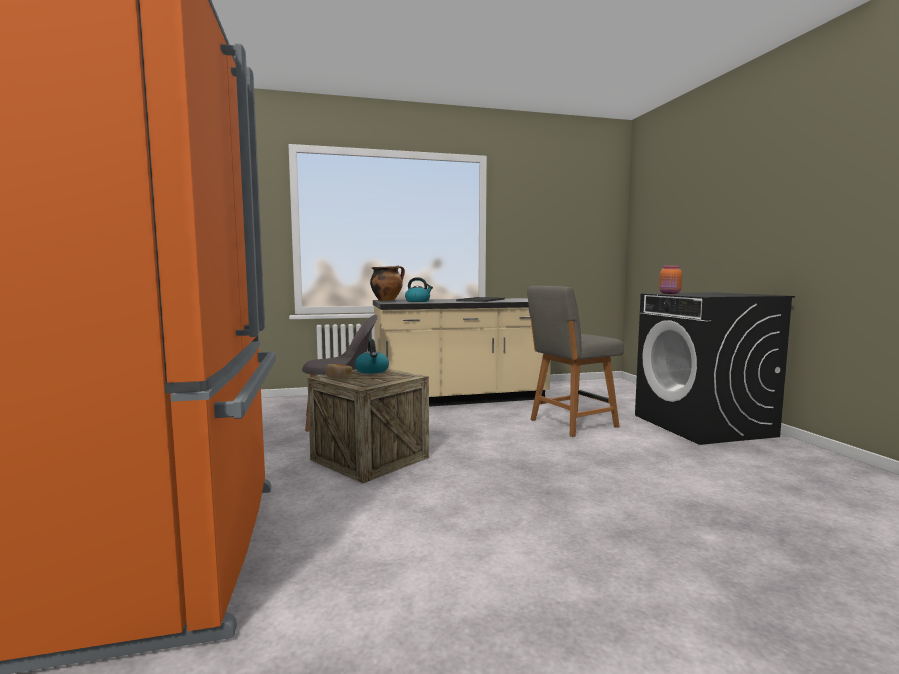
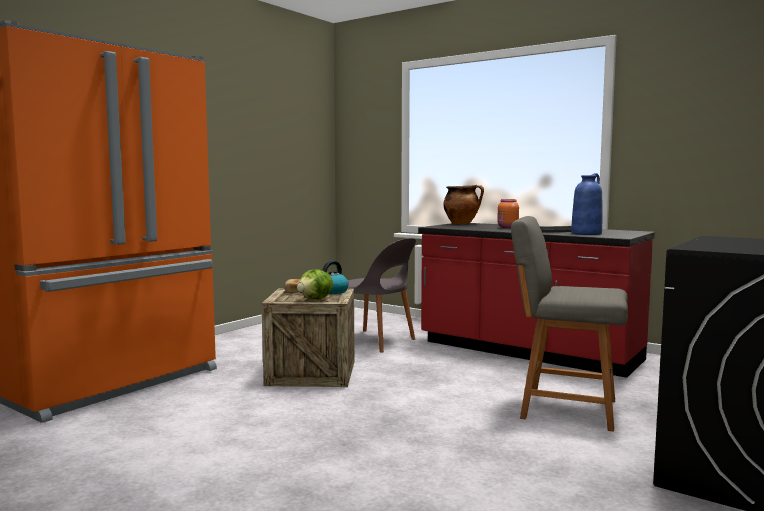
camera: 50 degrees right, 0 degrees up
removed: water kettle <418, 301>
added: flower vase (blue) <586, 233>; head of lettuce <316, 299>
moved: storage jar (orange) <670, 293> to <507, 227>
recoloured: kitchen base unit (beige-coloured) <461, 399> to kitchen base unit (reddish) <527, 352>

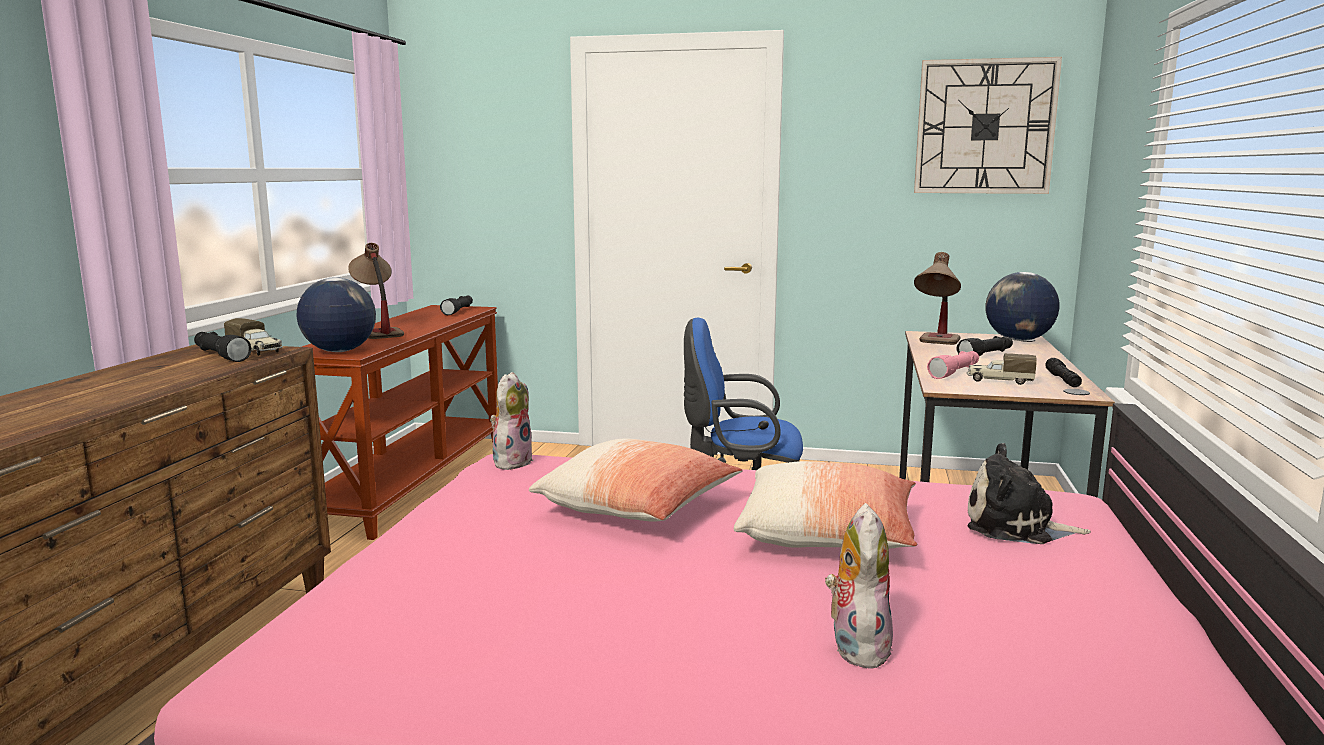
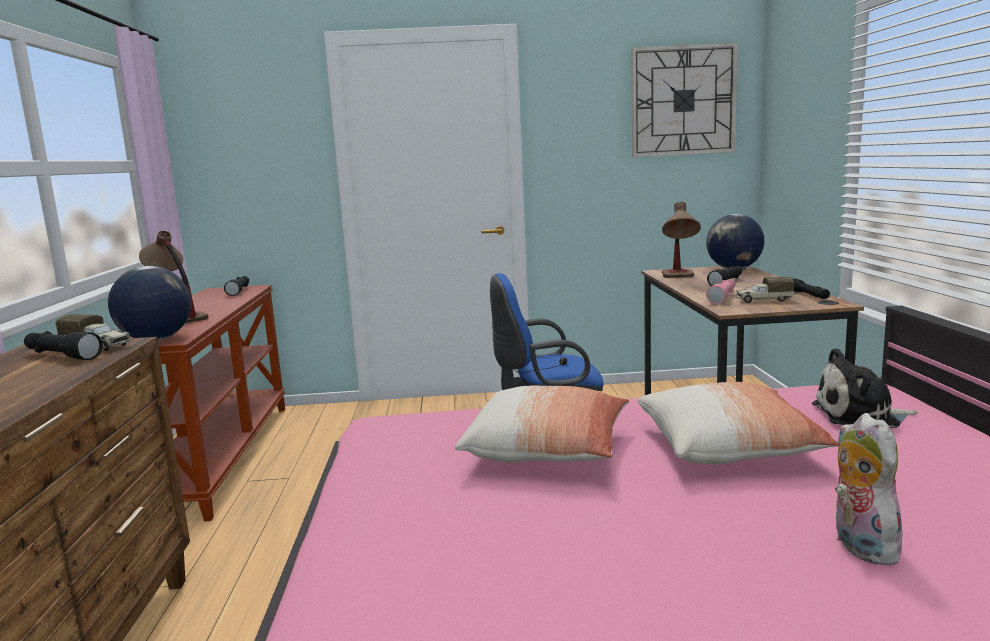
camera: 15 degrees left, 0 degrees up
removed: plush toy <511, 462>

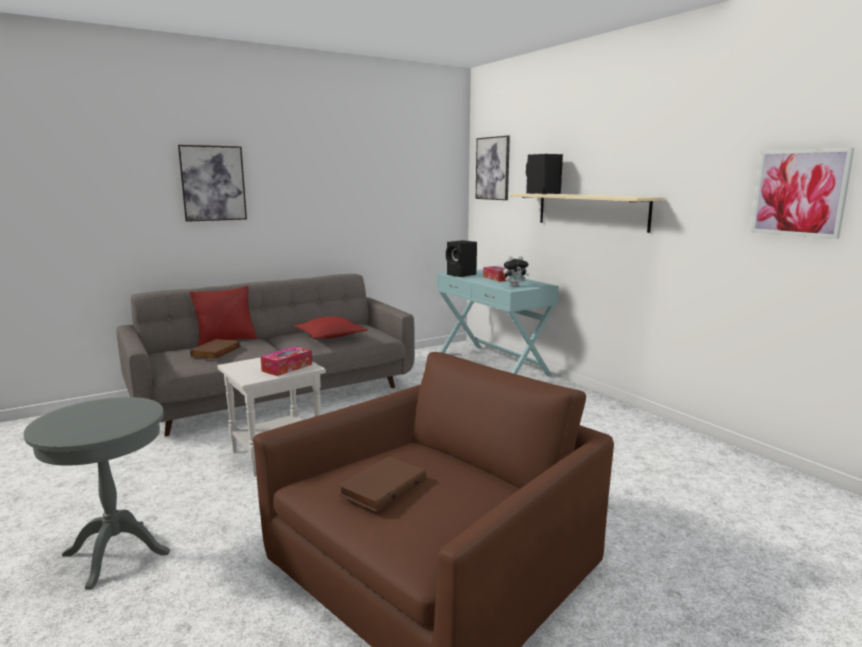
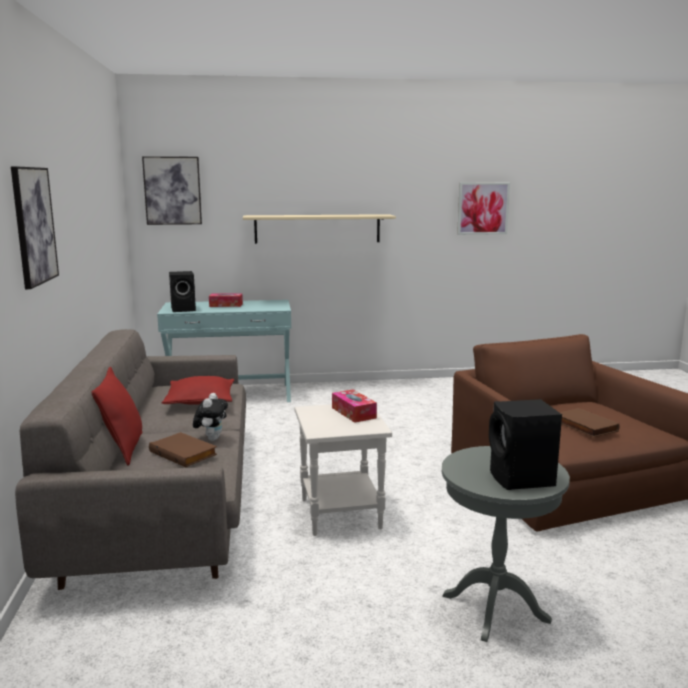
camera: 65 degrees left, 0 degrees up
moved: speaker (black) <542, 193> to <522, 479>; plush toy <514, 286> to <211, 438>

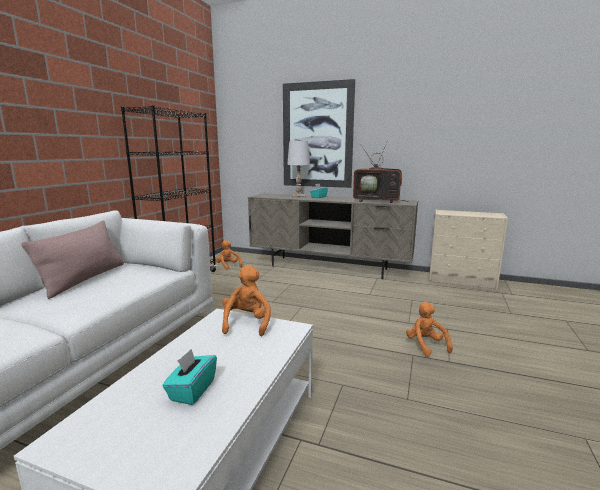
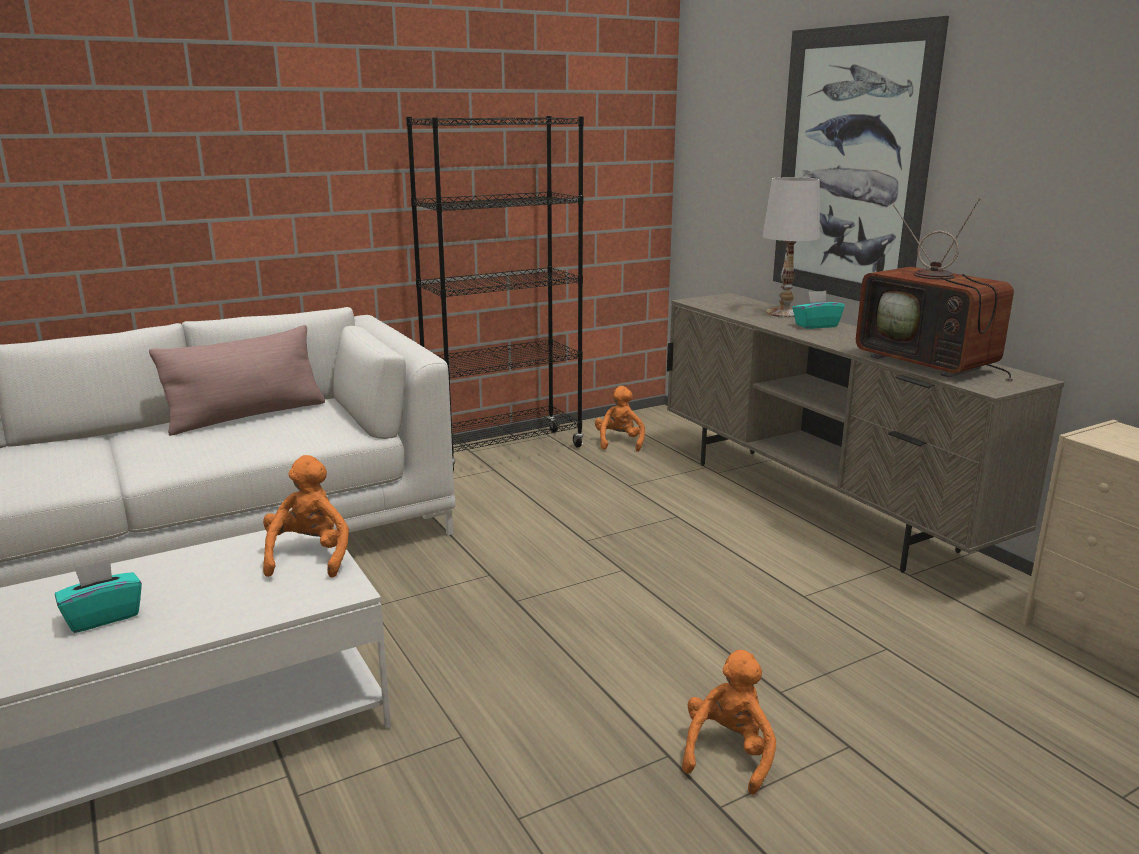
camera: 40 degrees right, 5 degrees up
turned: plush toy (orange) <247, 323> = <309, 556> 45 degrees counterclockwise

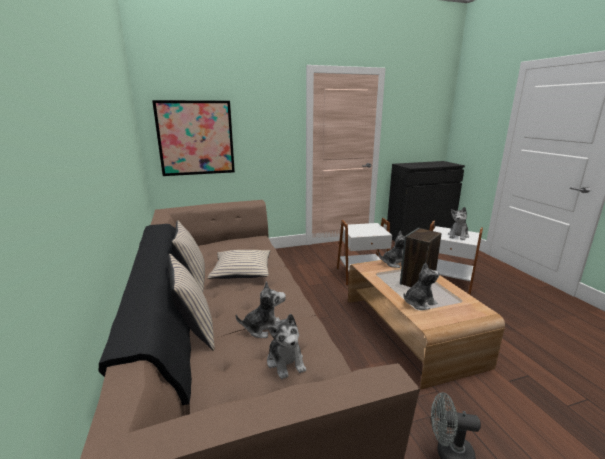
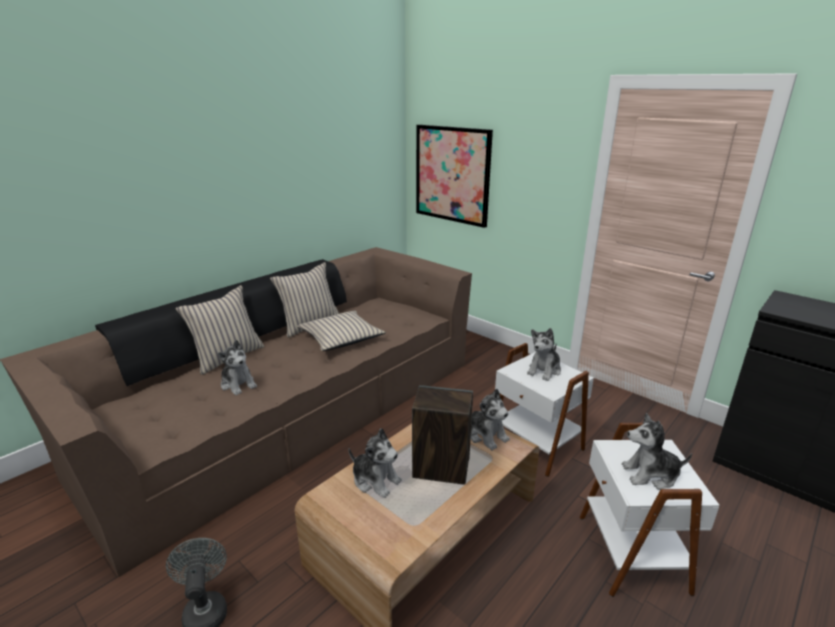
camera: 60 degrees right, 5 degrees up
moved: plush toy <286, 362> to <544, 370>

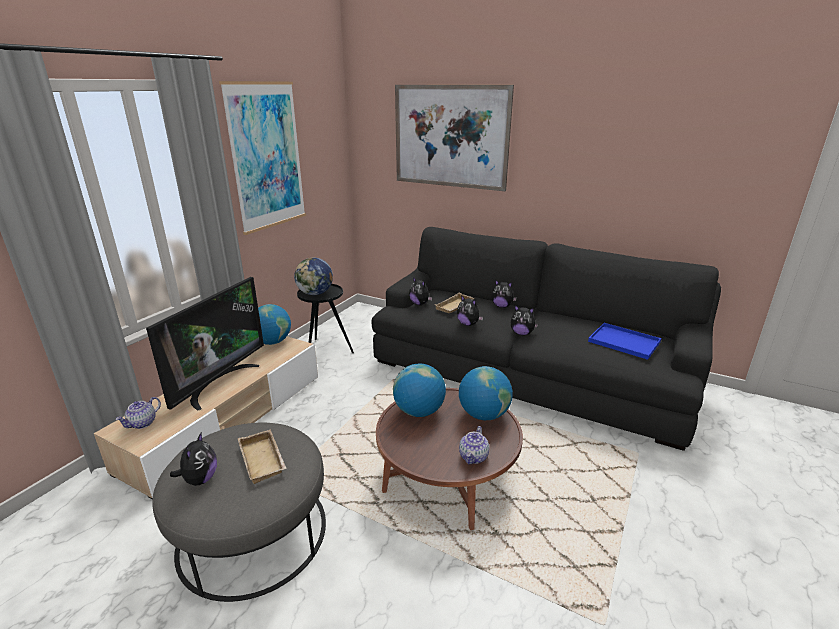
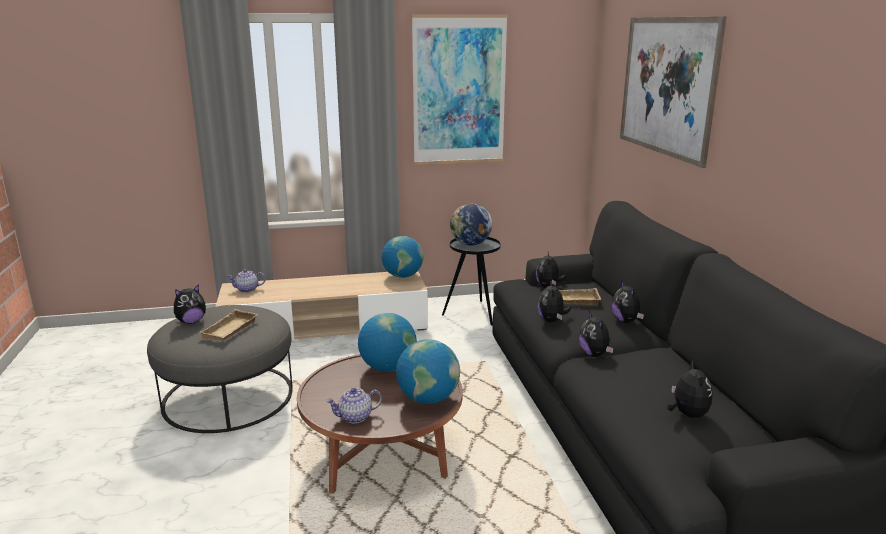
camera: 50 degrees right, 5 degrees down
removed: TV set <218, 383>
replaced: serving tray (blue) <622, 341> to plush toy <687, 414>

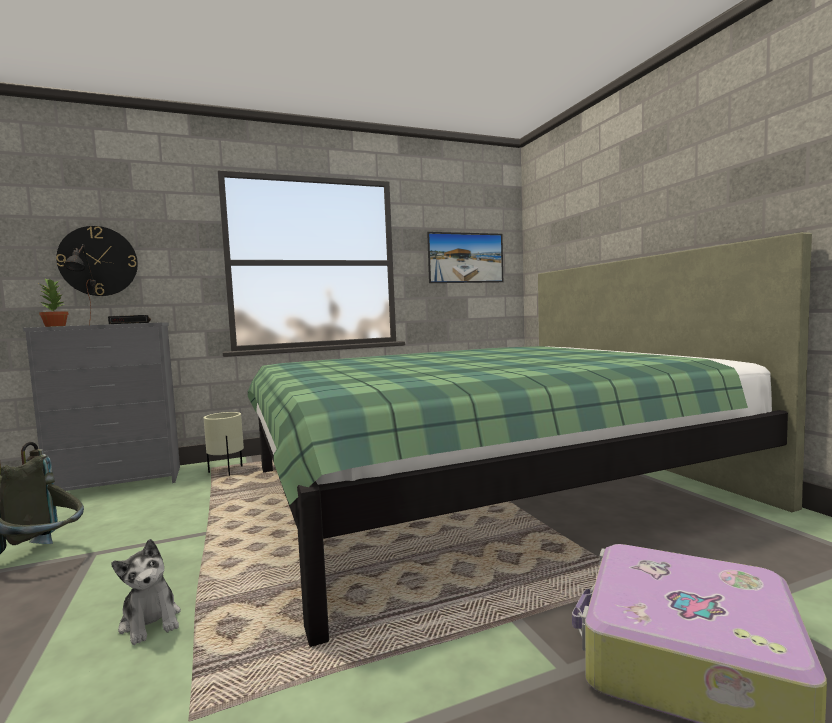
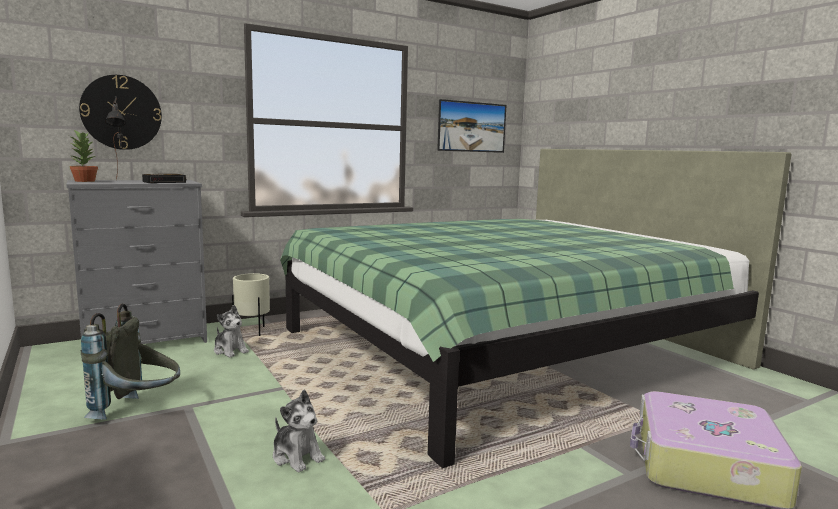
camera: 10 degrees left, 5 degrees up
added: plush toy <230, 350>

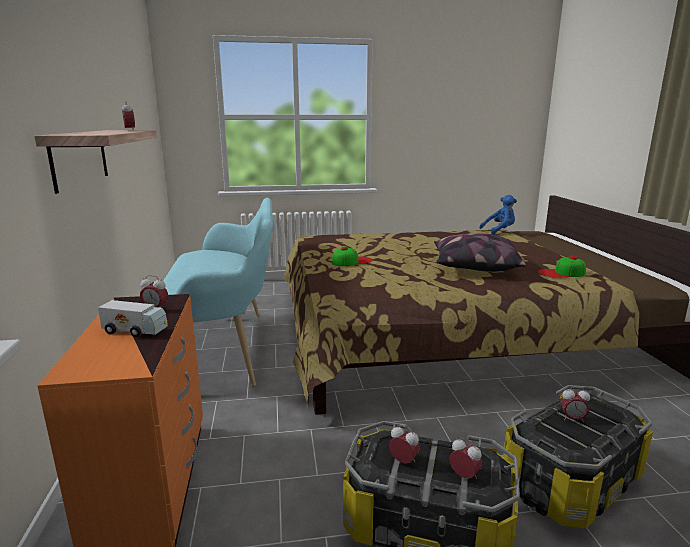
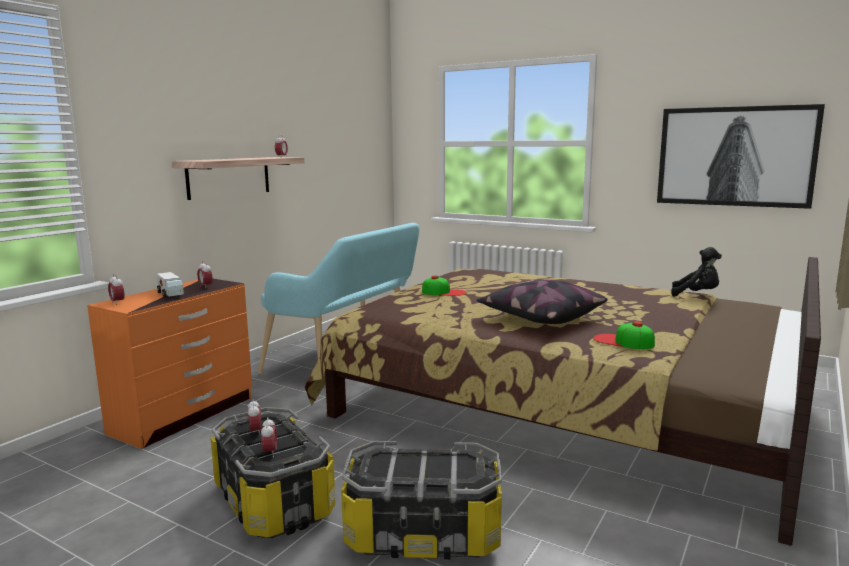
camera: 40 degrees right, 5 degrees down
added: wall art <735, 156>
moved: table clock <572, 419> to <117, 302>
recoloured: plush toy (blue) <499, 231> to plush toy (black) <696, 294>

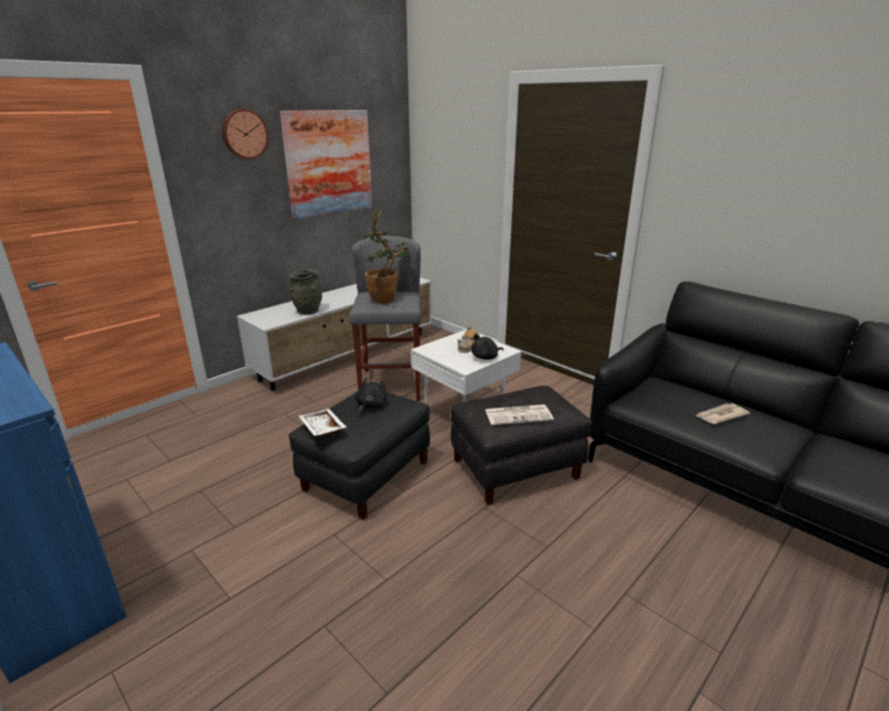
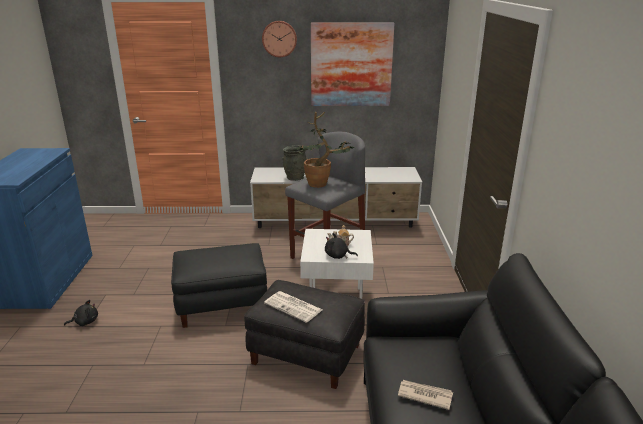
camera: 45 degrees right, 0 degrees up
removed: serving tray (whitish) <321, 429>
moved: plush toy (black) <370, 406> to <85, 322>

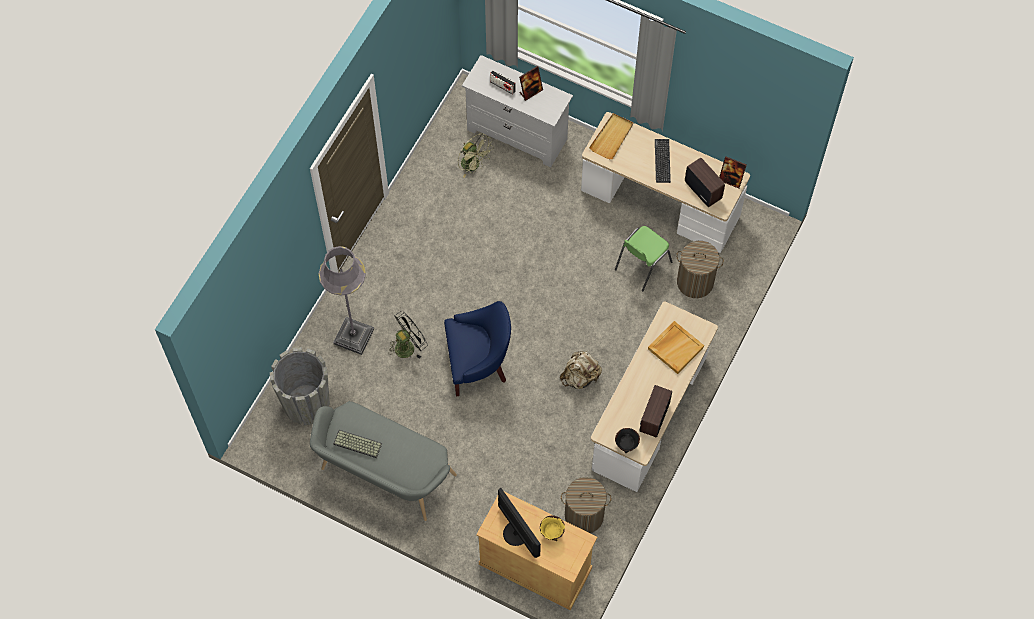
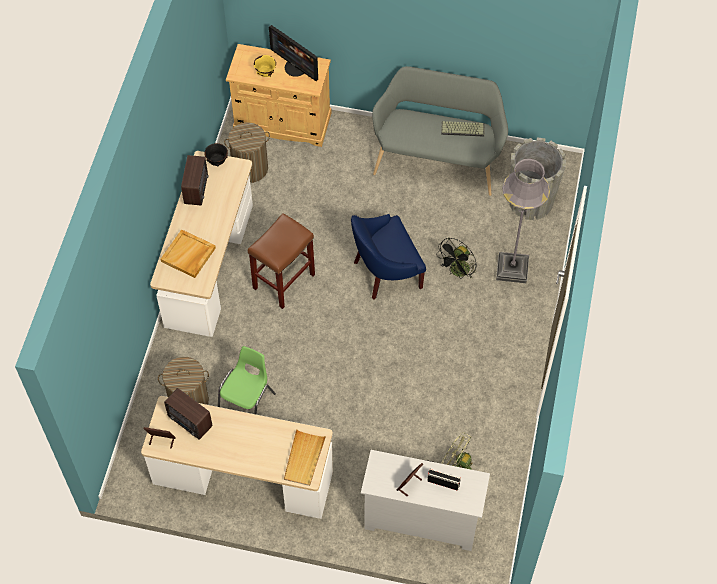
camera: 165 degrees right, 5 degrees down
removed: keyboard <662, 161>
replaced: rucksack (beige-coloured) <580, 377> to stool seat (brown-coloured) <283, 282>

